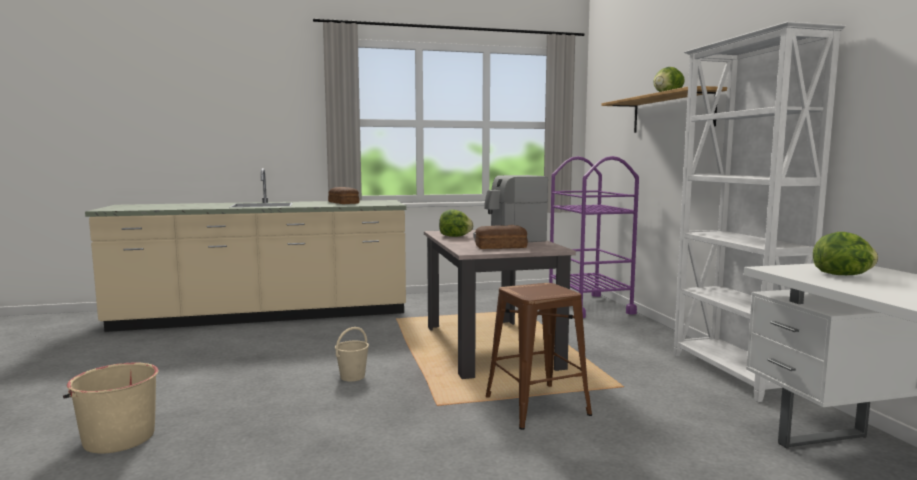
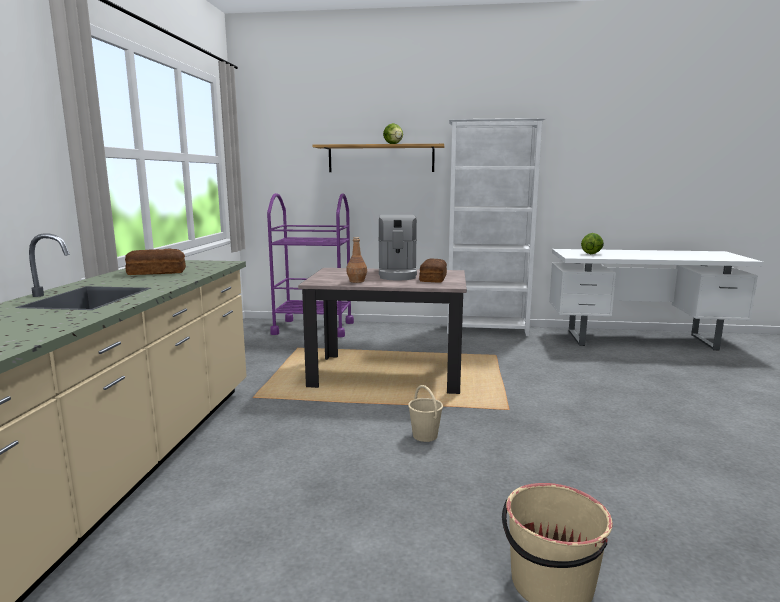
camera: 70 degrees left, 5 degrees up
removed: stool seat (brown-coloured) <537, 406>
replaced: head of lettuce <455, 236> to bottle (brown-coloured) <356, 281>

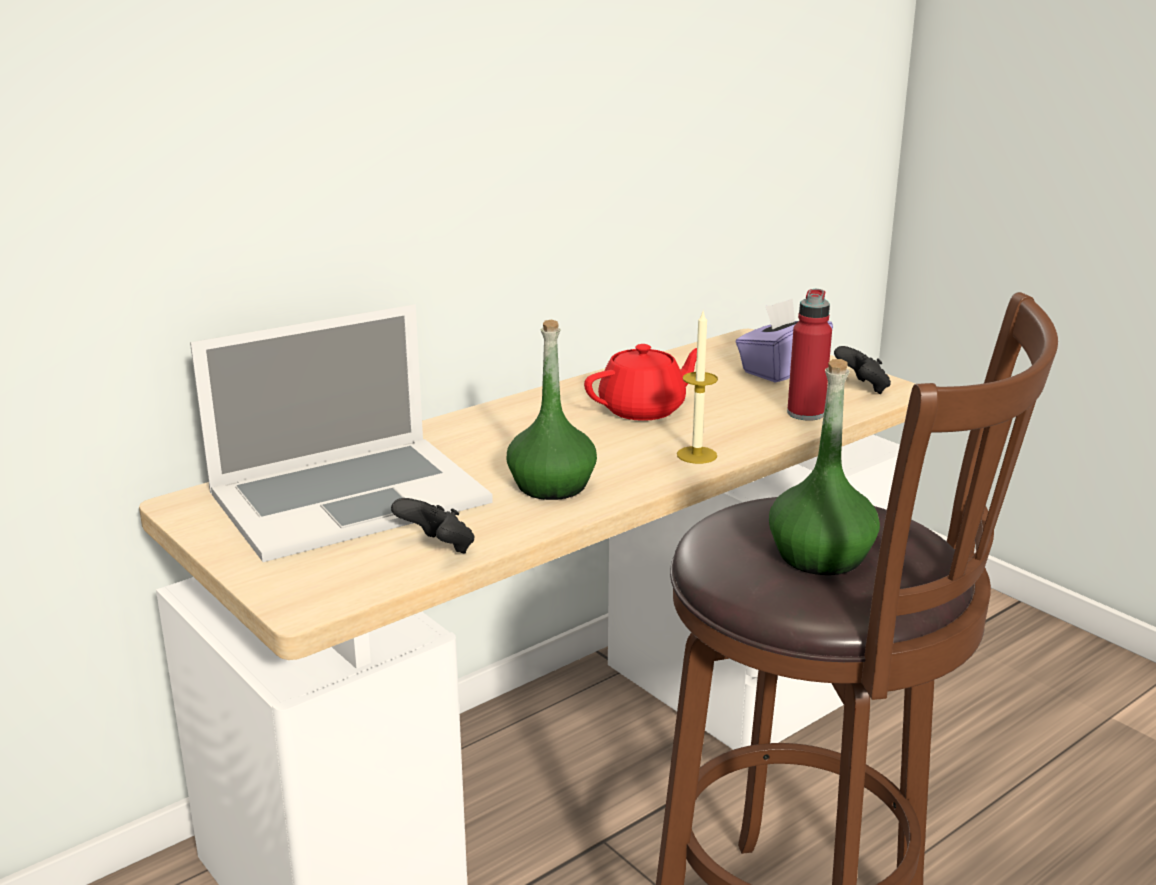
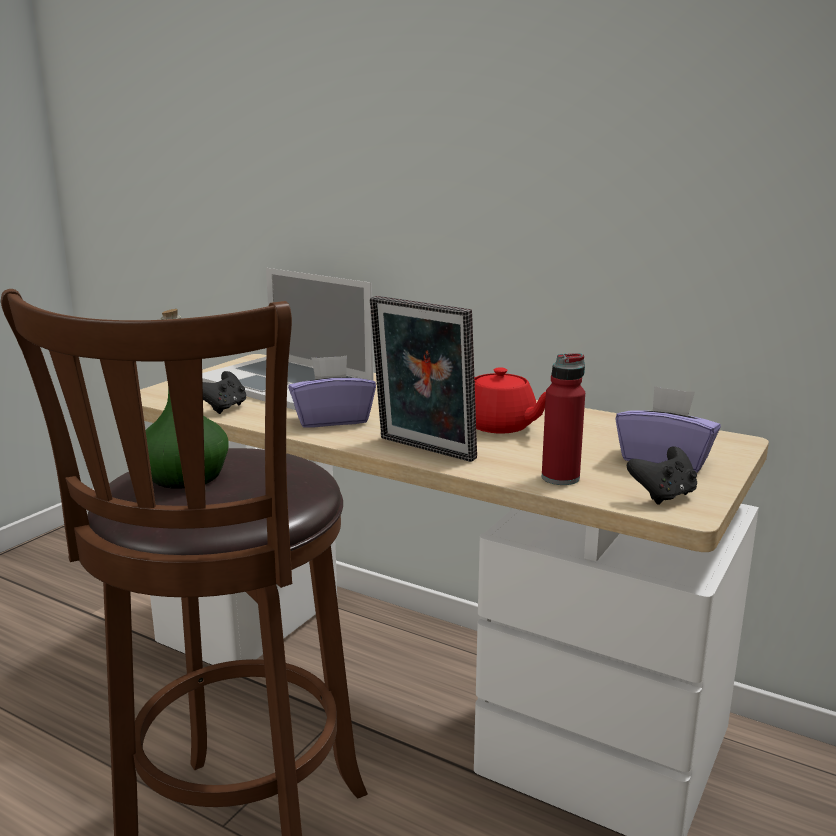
camera: 70 degrees right, 5 degrees down
replaced: wax candle <696, 455> to photo frame <423, 450>; bottle (greenish) <552, 486> to tissue box (purplish) <332, 419>

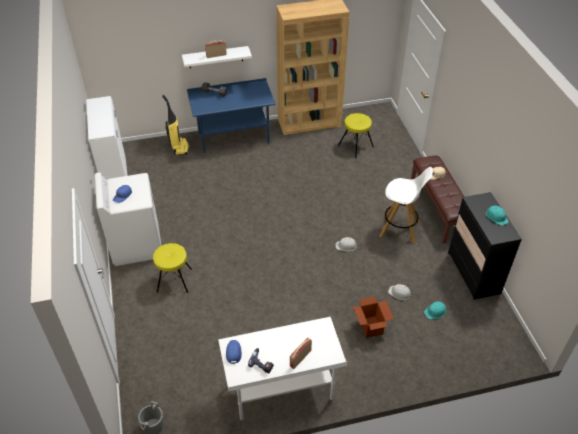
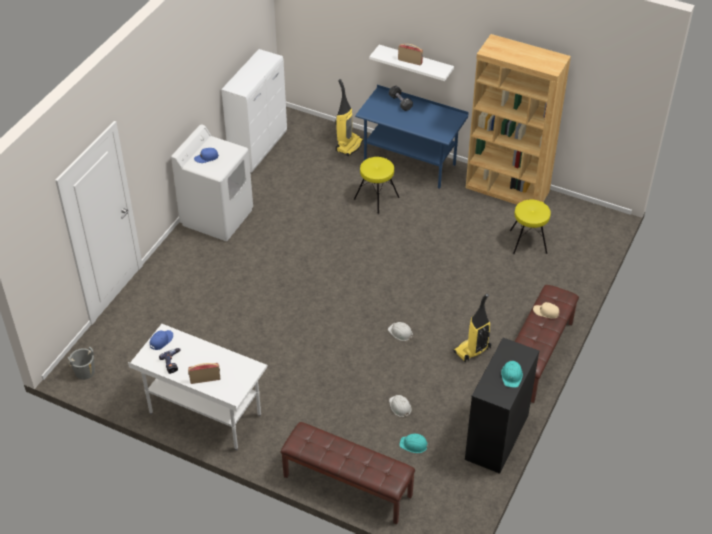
camera: 40 degrees right, 0 degrees up
removed: packing box <371, 327>
added: long seat (brown-coloured) <347, 486>
moved: stool seat (yellow-coloured) <174, 280> to <376, 198>
replaced: stool seat (whitish) <400, 229> to vacuum cleaner <472, 351>

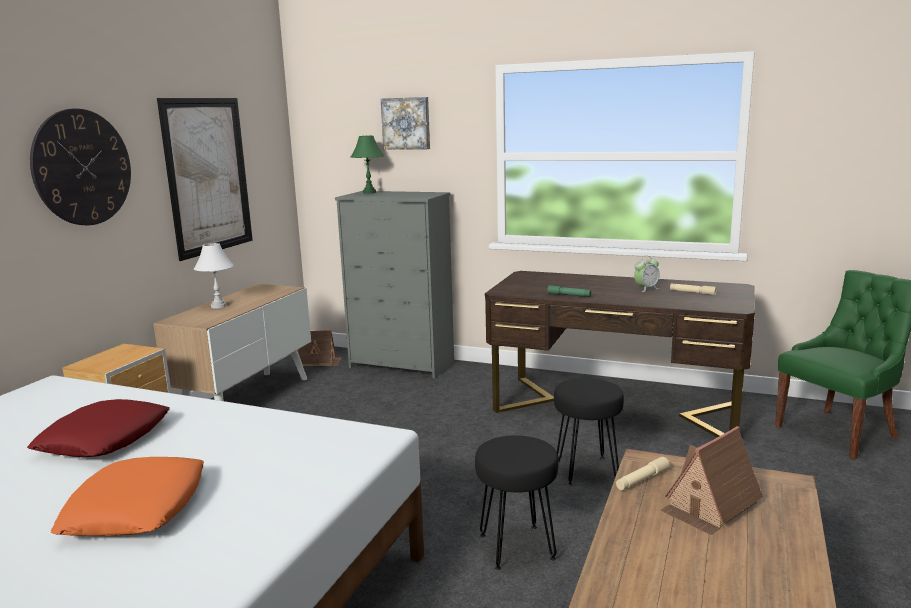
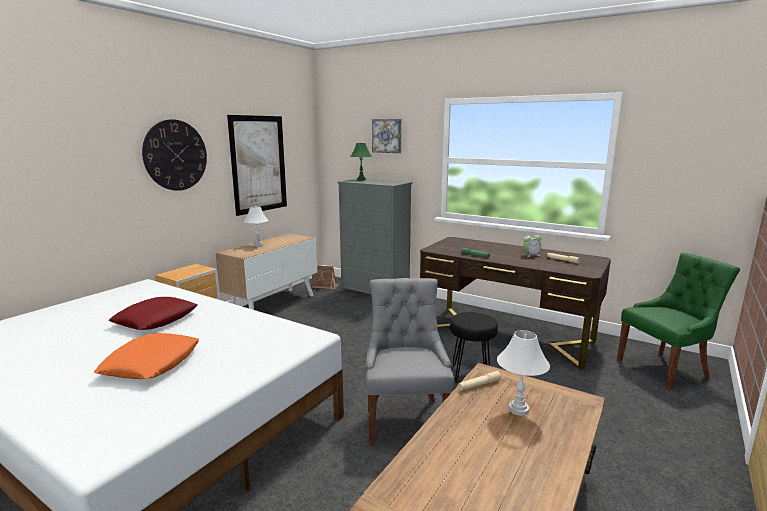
camera: 10 degrees right, 0 degrees up
replaced: miniature house <710, 506> to tabletop lamp (whitish) <518, 409>; stool seat (black) <517, 546> to upright chair (grey) <405, 419>

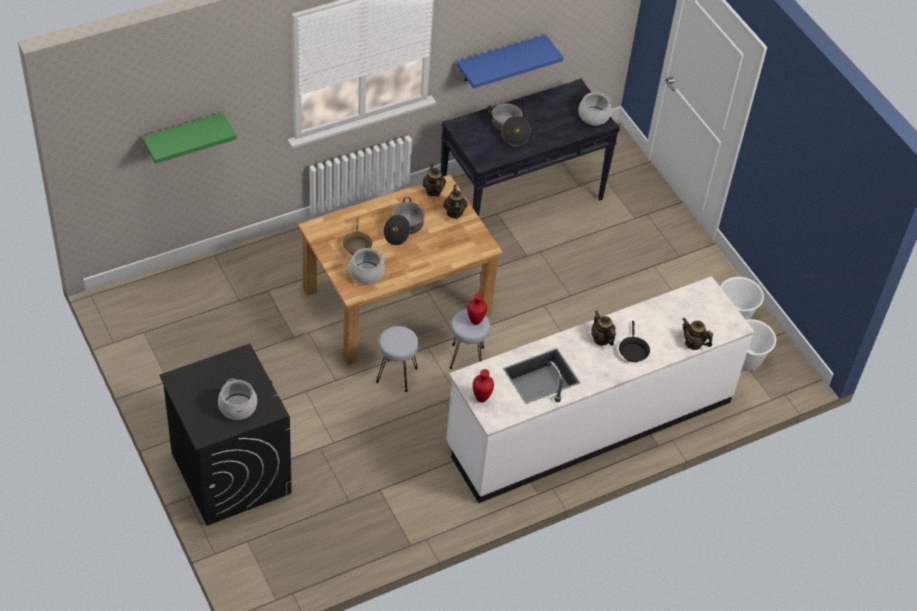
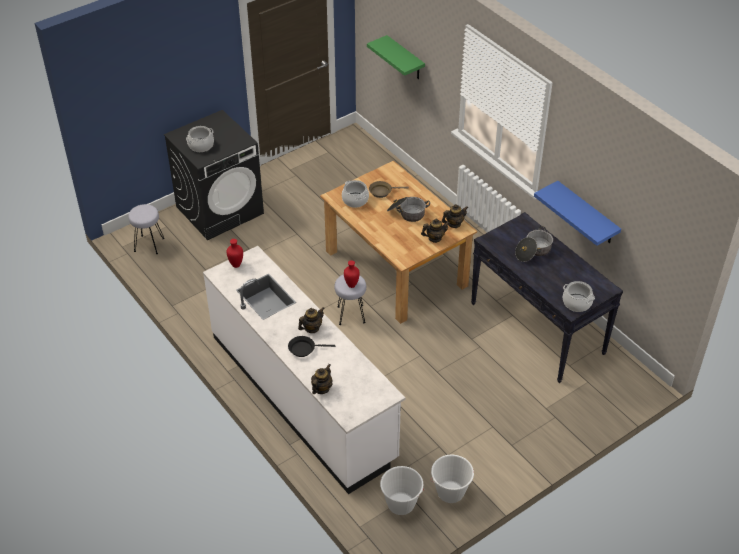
camera: 85 degrees right, 5 degrees down
moved: stool seat (grey) <396, 375> to <148, 244>

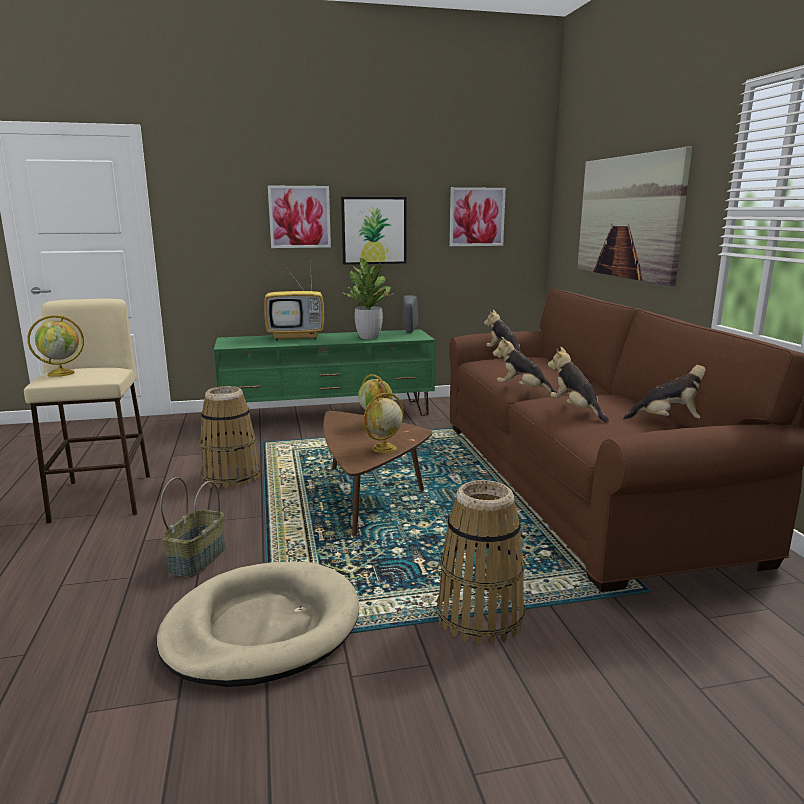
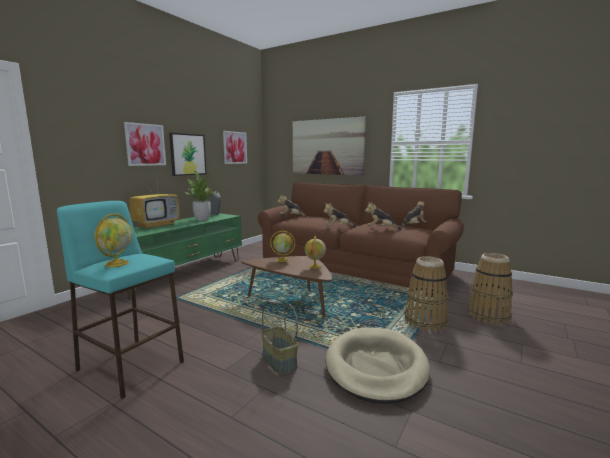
camera: 45 degrees left, 5 degrees down
moved: household basket <231, 477> to <488, 316>
recoloured: stool seat (beige-coloured) <102, 497> to stool seat (blue-green) <130, 365>

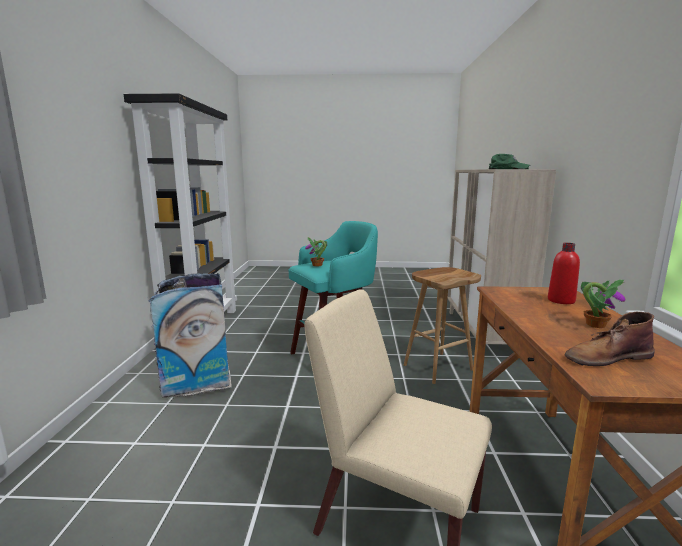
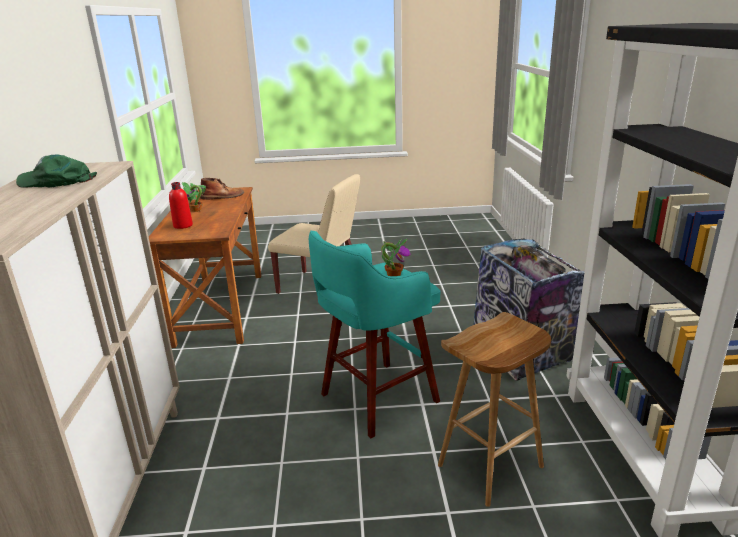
camera: 175 degrees right, 10 degrees up
moved: stool seat (brown-coloured) <438, 367> to <490, 467>

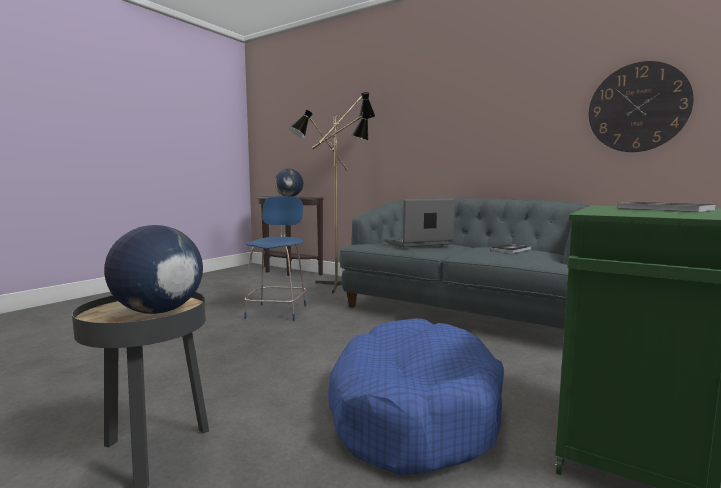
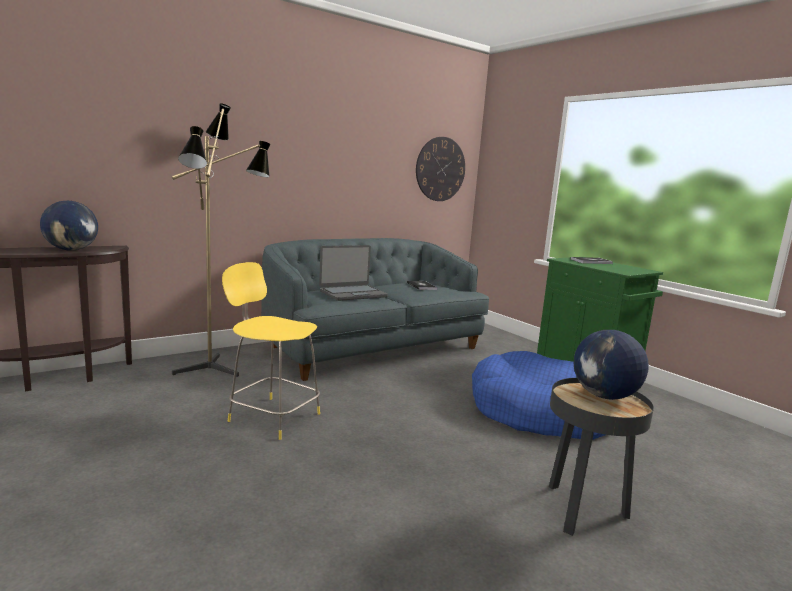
camera: 70 degrees left, 5 degrees up
recoloured: stool seat (blue) <277, 311> to stool seat (yellow-coloured) <272, 416>
turned: portable computer <418, 243> = <352, 294> 120 degrees counterclockwise

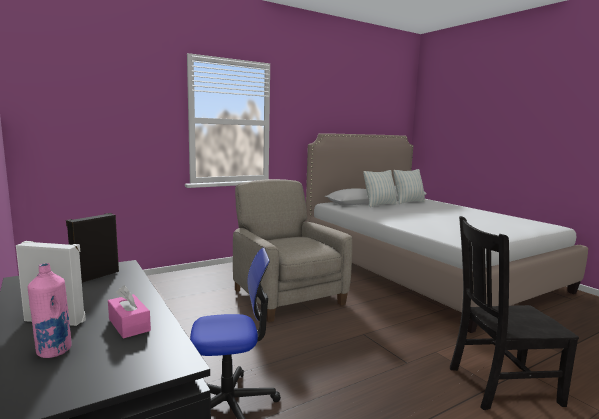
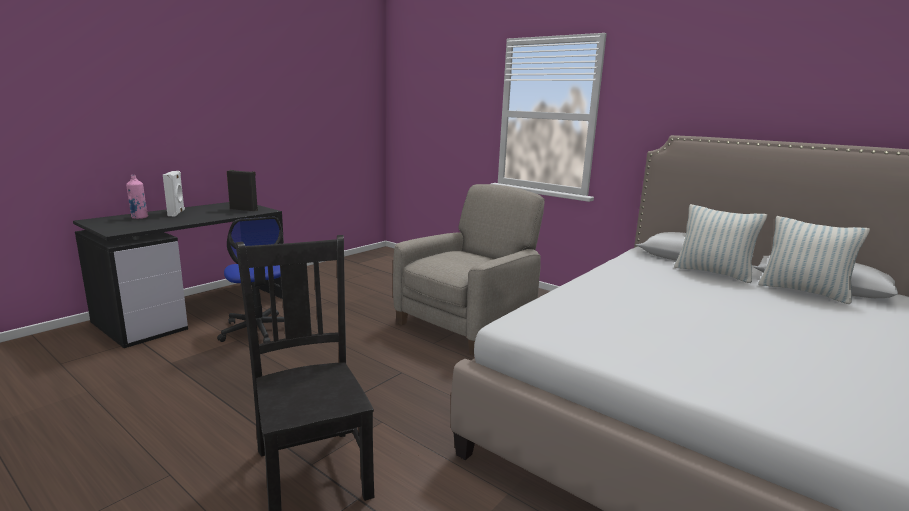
camera: 70 degrees right, 5 degrees up
removed: tissue box (pinkish) <129, 325>

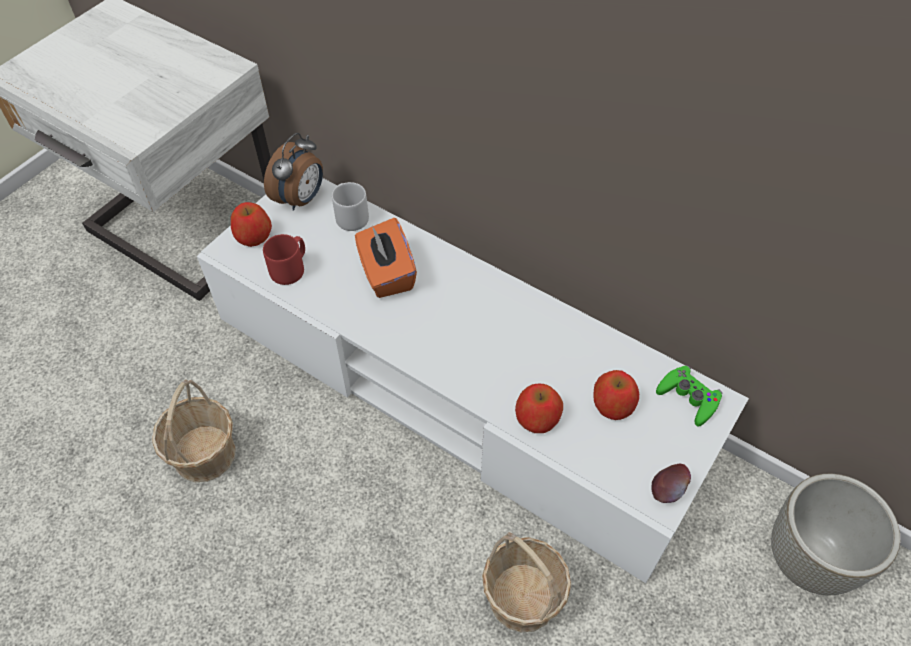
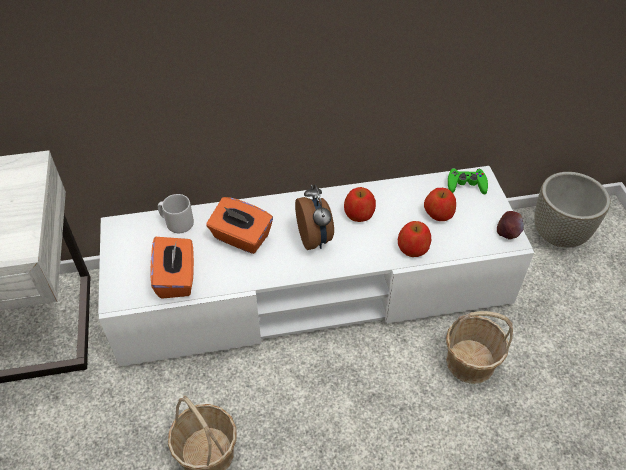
camera: 45 degrees left, 5 degrees down
moved: table clock <301, 199> to <315, 239>; apple <253, 235> to <359, 213>
replaced: tea mug (reddish) <290, 269> to tissue box (orange) <176, 278>

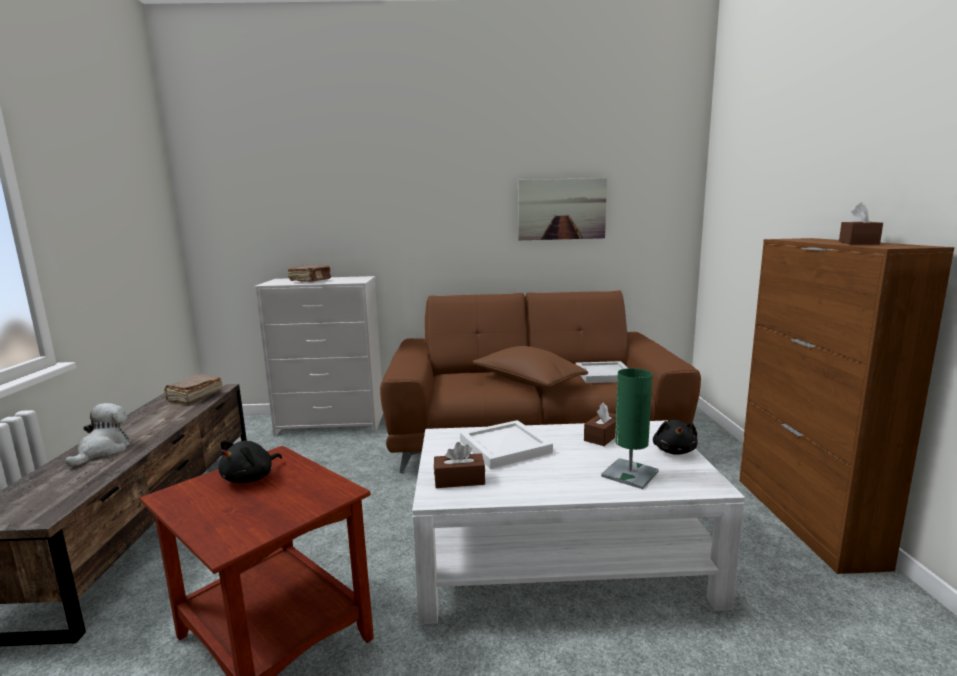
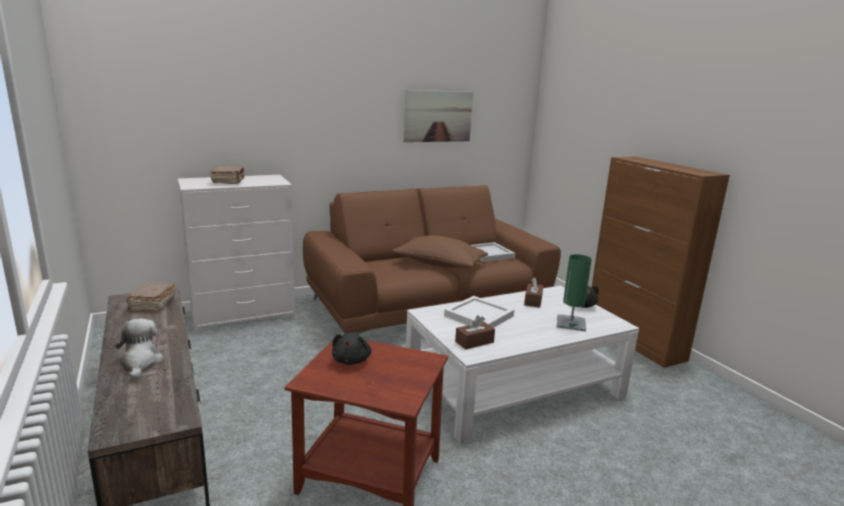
camera: 25 degrees left, 5 degrees up
removed: tissue box (brown-coloured) <858, 243>

